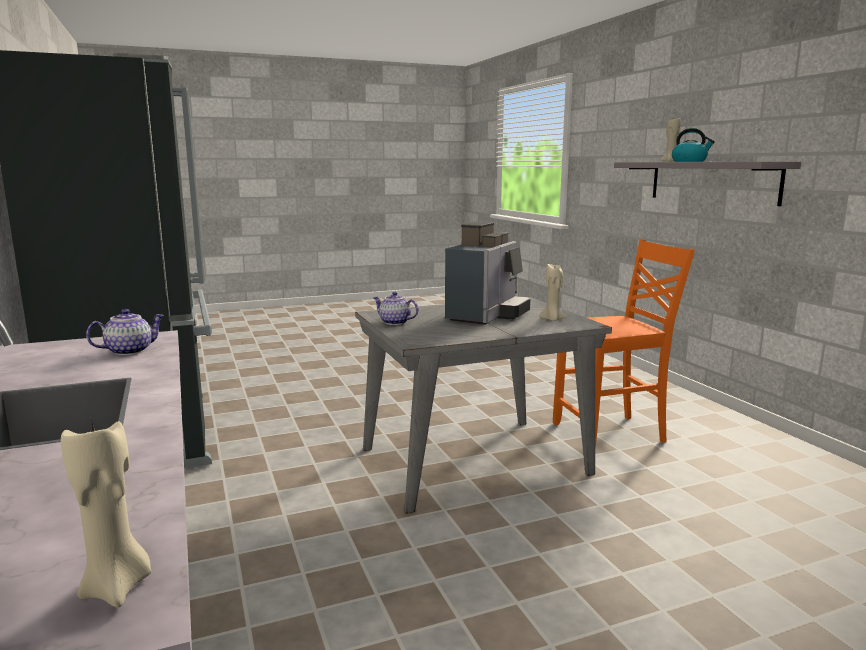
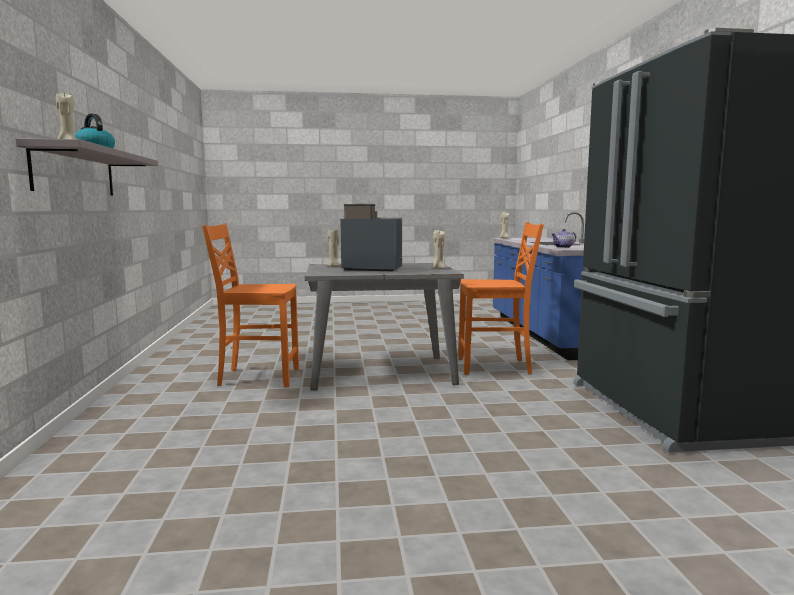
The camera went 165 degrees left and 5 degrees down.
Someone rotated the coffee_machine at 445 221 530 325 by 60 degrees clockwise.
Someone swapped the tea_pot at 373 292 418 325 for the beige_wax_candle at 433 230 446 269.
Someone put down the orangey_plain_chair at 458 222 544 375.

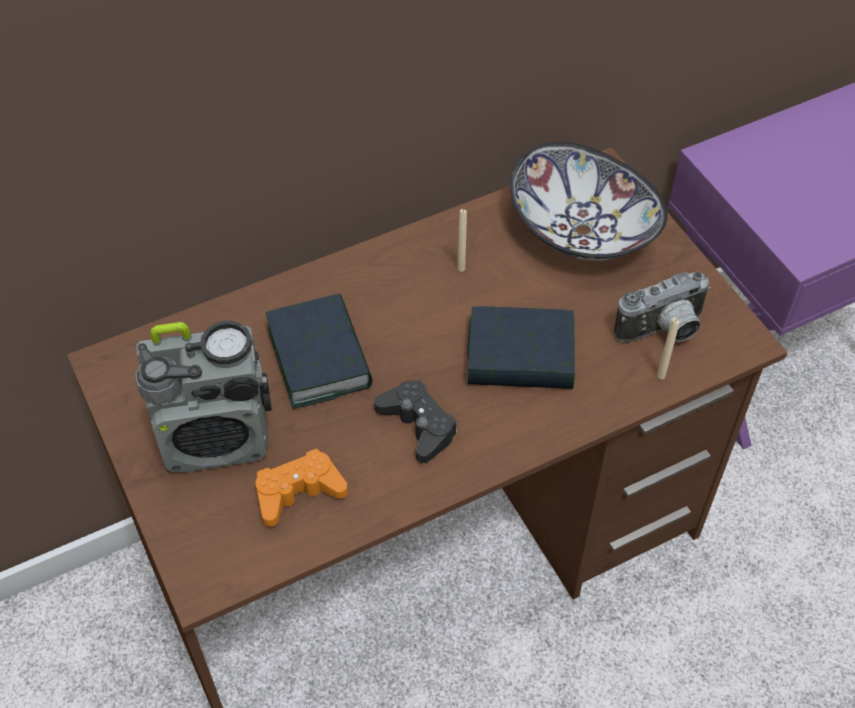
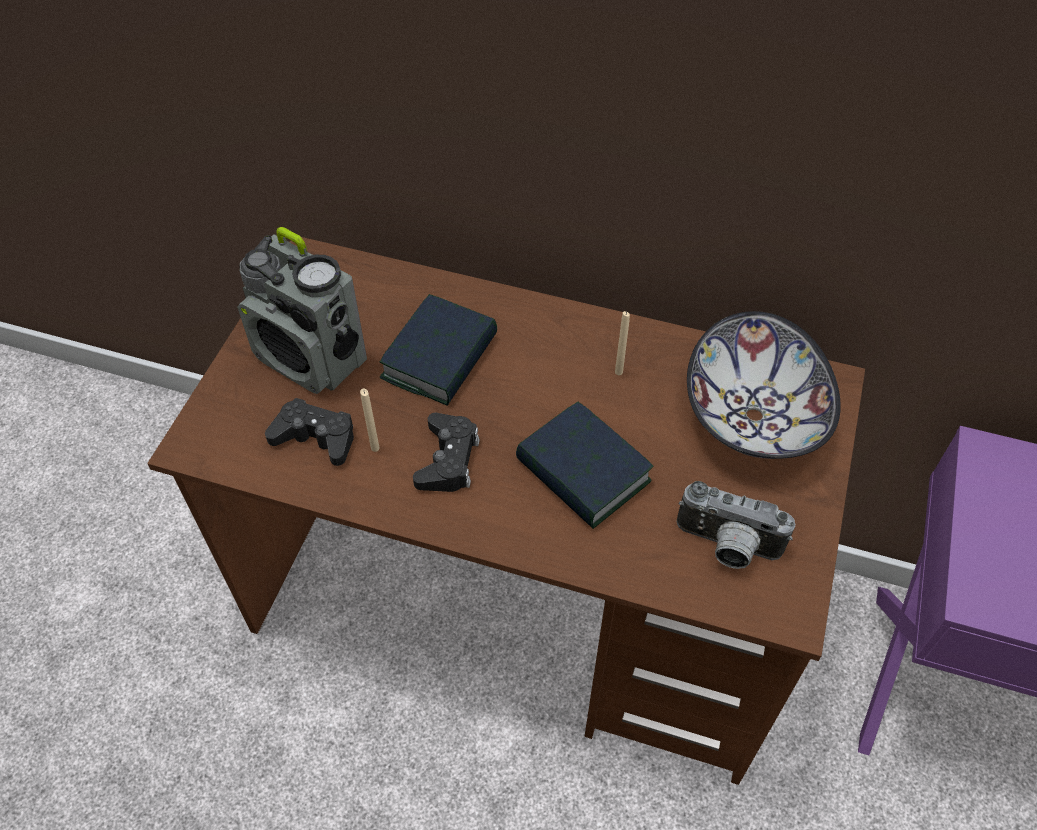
The camera went 45 degrees right and 0 degrees up.
Someone carried the beige_wax_candle from 657 318 679 380 to 360 389 380 452.
Someone repainted the orangey_game_controller at 256 448 348 527, which became the black-coloured_game_controller at 265 398 354 466.

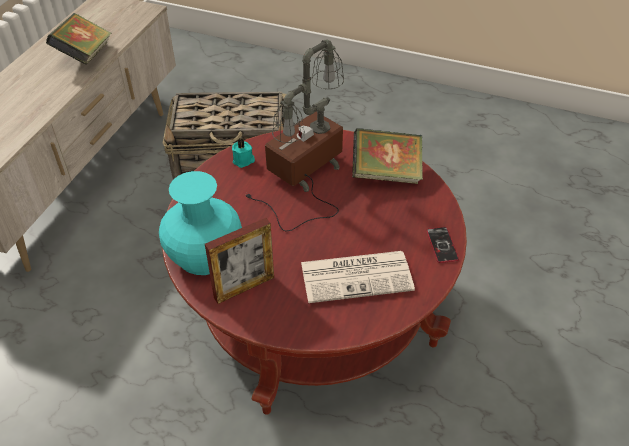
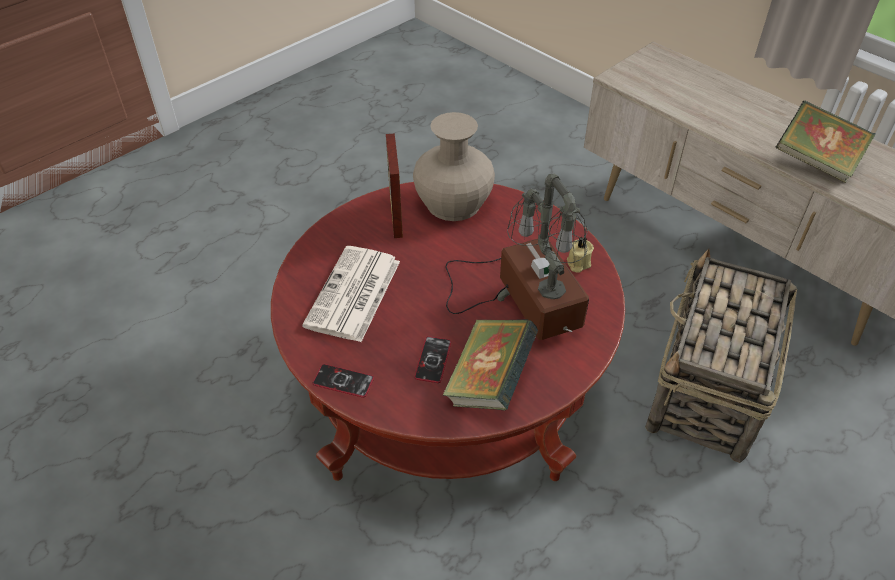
The camera went 115 degrees right and 0 degrees up.
Someone repainted the blue-green_wax_candle at 232 139 255 168, which became the beige_wax_candle at 567 236 594 273.
Someone repainted the blue-green_vase at 159 171 242 275, which became the beige_vase at 413 112 495 221.
Someone put down the handset at 414 336 451 383.

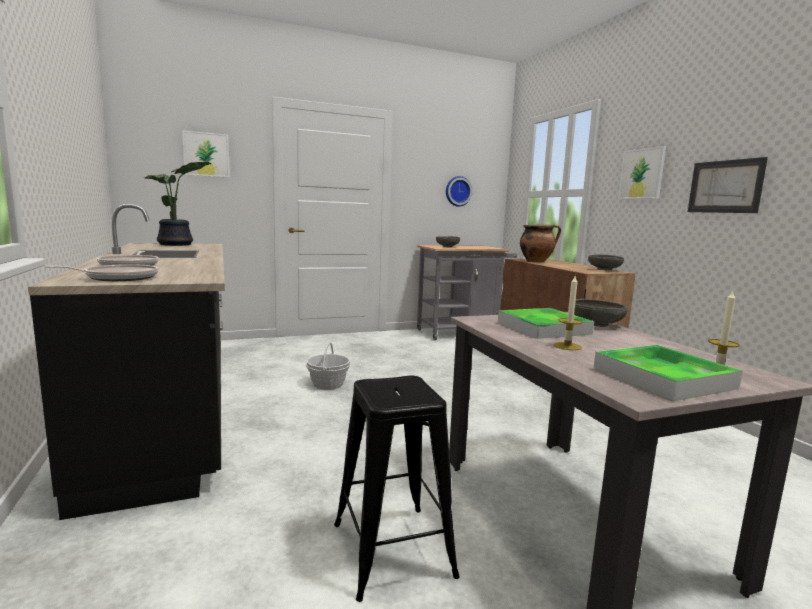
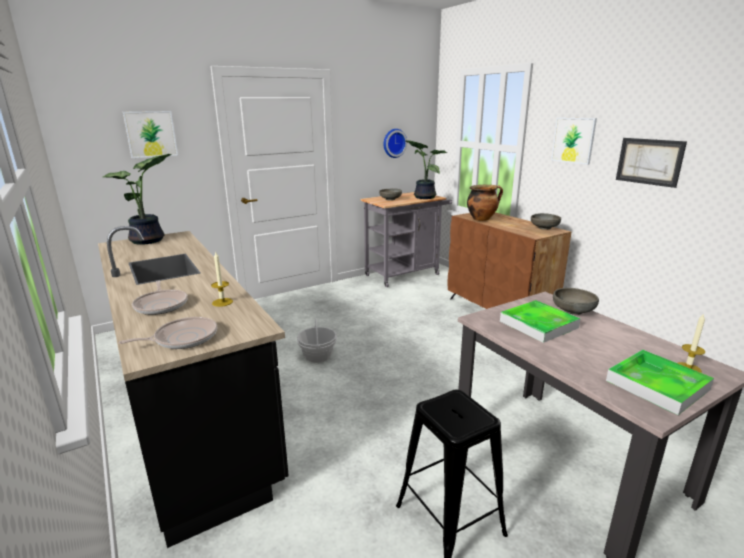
The camera went 10 degrees left and 10 degrees up.
Someone carried the wax_candle from 554 276 583 350 to 211 251 233 307.
Someone put down the houseplant at 406 140 447 199.

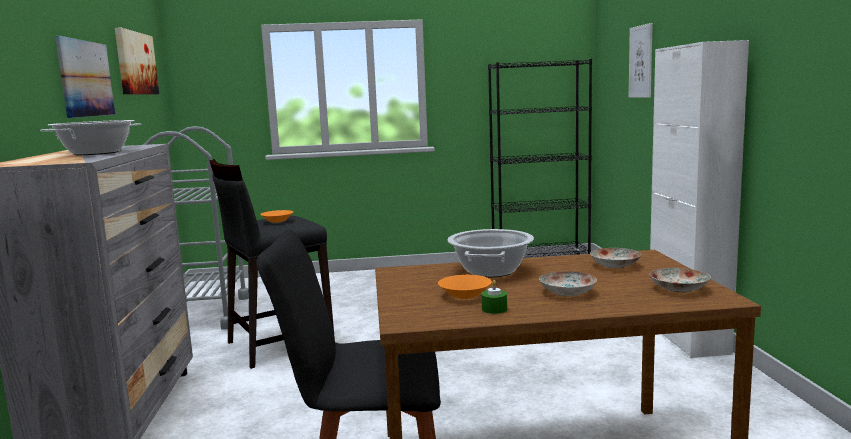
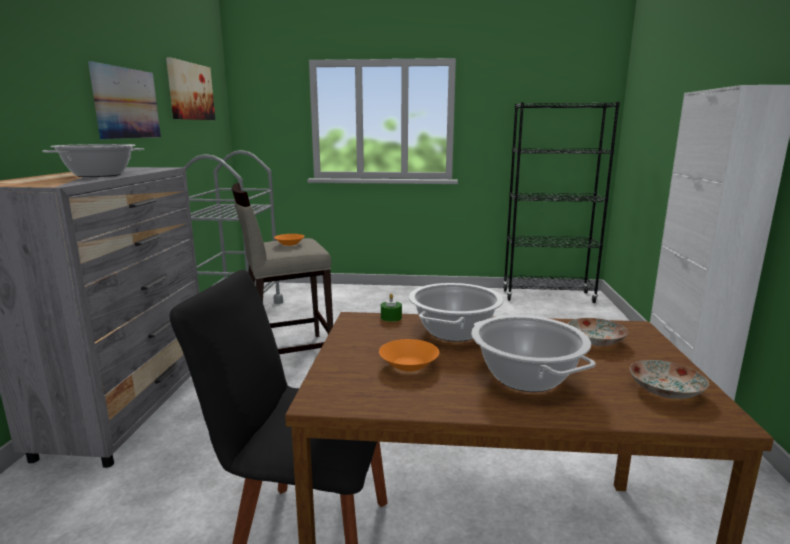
The camera went 10 degrees right and 5 degrees up.
Someone took away the wall_art at 629 23 653 98.
Someone repainted the black-coloured_stool at 210 159 335 369, which became the beige_stool at 232 183 333 354.
Someone swapped the plate at 539 271 597 296 for the saucepot at 471 315 596 392.
Someone carried the green-coloured_wax_candle from 481 280 507 314 to 381 294 402 322.

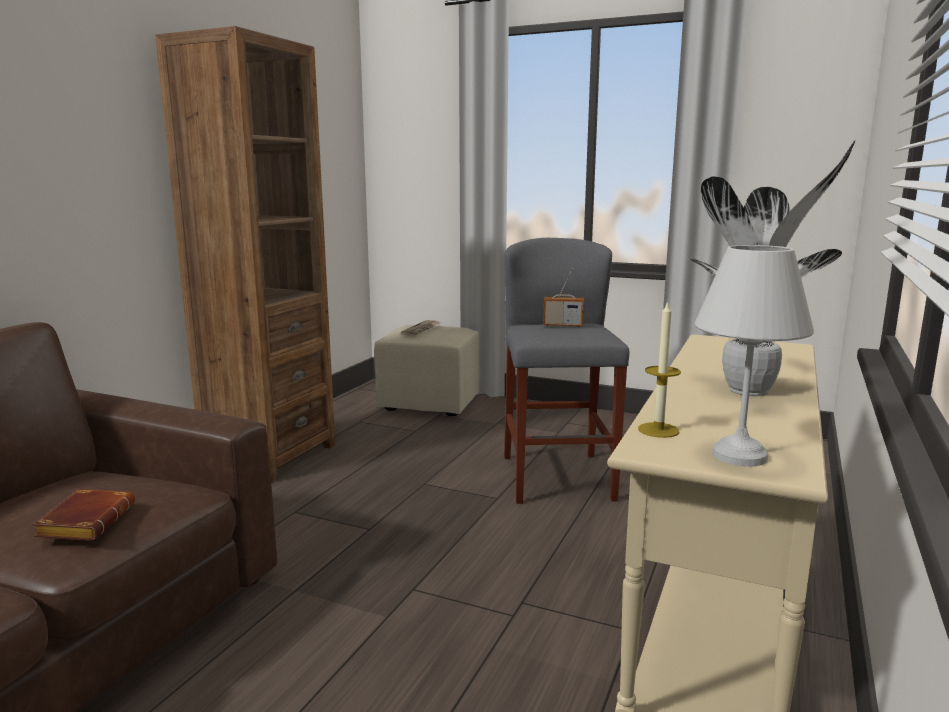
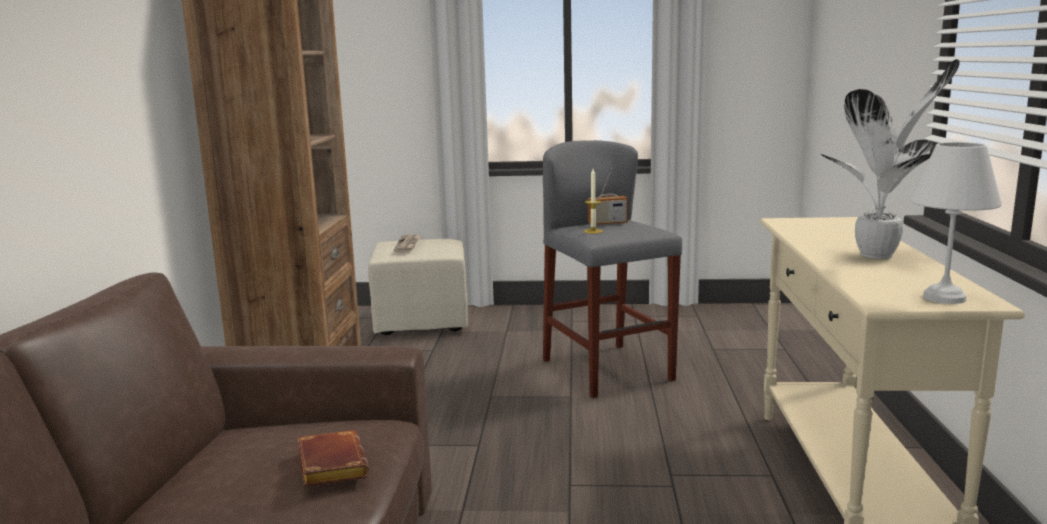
The camera went 20 degrees left and 0 degrees up.
Someone carried the wax_candle from 638 300 681 438 to 583 169 603 234.

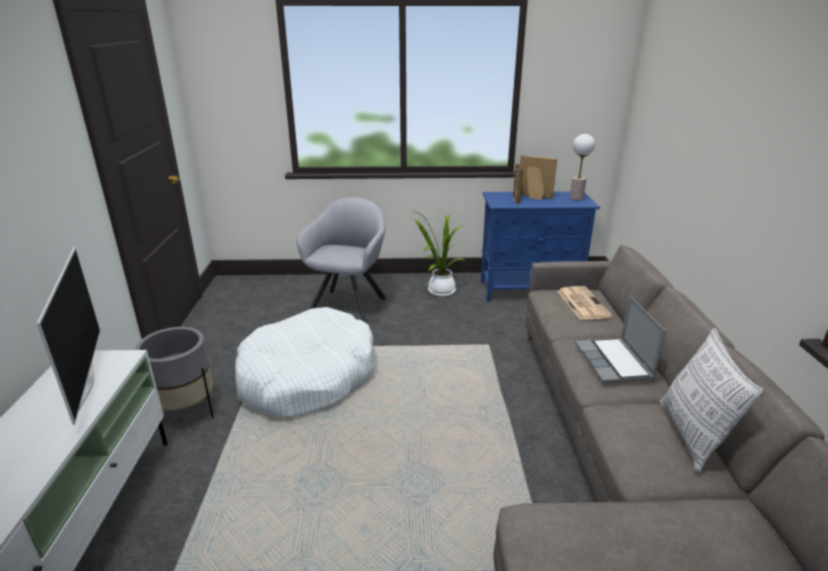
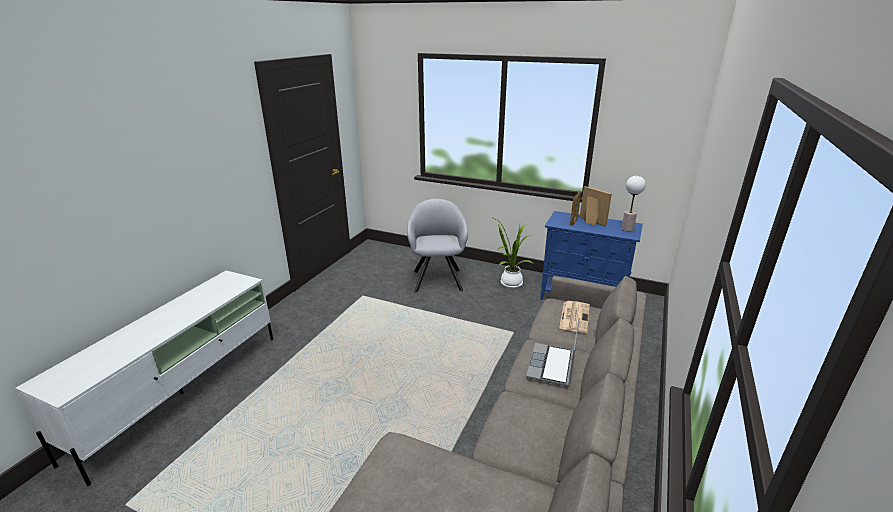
The camera went 25 degrees right and 0 degrees up.
Someone rotated the greyish_armchair at 297 197 387 323 by 45 degrees counterclockwise.
Someone took away the TV at 37 247 100 425.
Someone took away the whitish_pet_bed at 235 307 375 418.
Someone took away the greyish_flower_pot at 135 327 214 418.
Someone took away the cushion at 660 328 764 473.

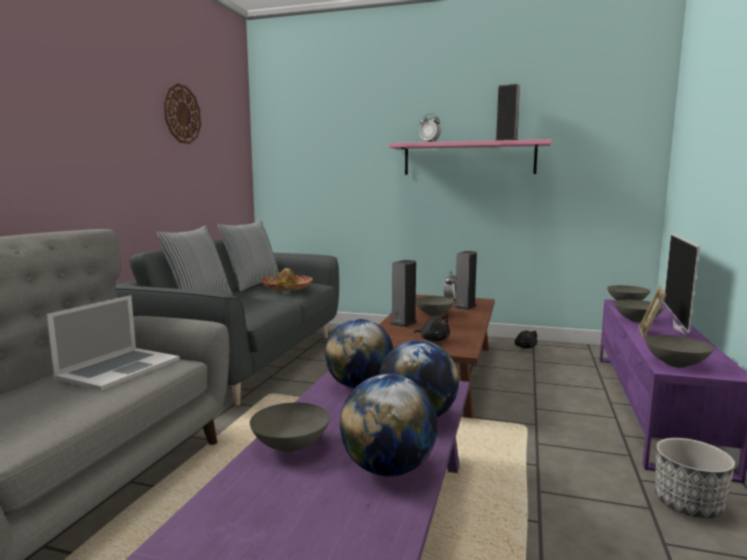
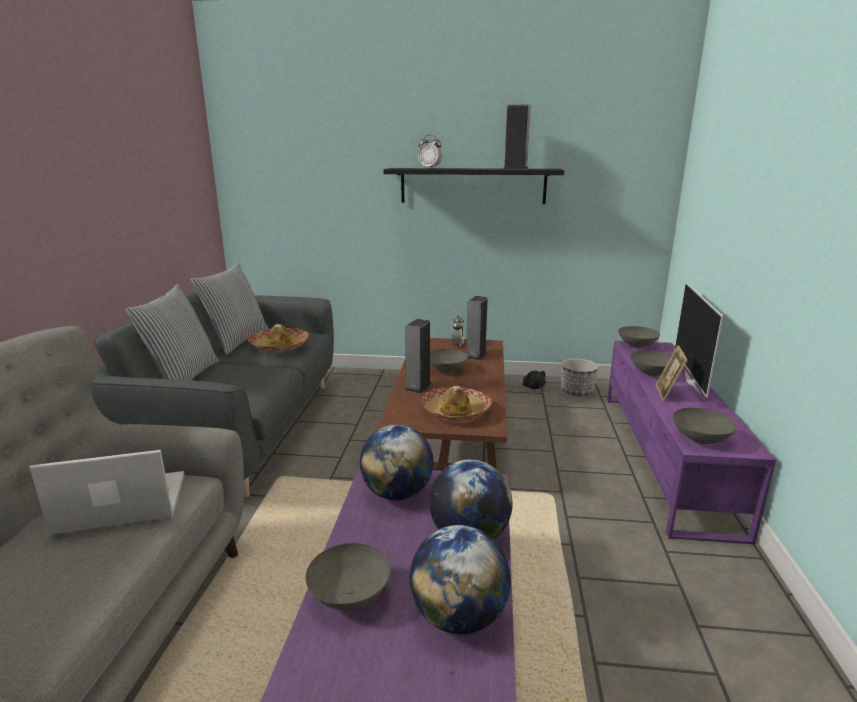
The camera went 10 degrees left and 10 degrees up.
Someone took away the hanging_clock at 164 83 201 144.
Someone repainted the pink-coloured_shelf at 389 139 551 175, which became the black-coloured_shelf at 383 168 564 204.
Someone rotated the portable_computer at 46 295 180 390 by 120 degrees counterclockwise.
Someone swapped the black-coloured_plush_toy at 414 315 450 341 for the wearable_hat at 421 386 492 421.
Someone carried the flower_pot from 655 438 735 518 to 561 358 598 396.

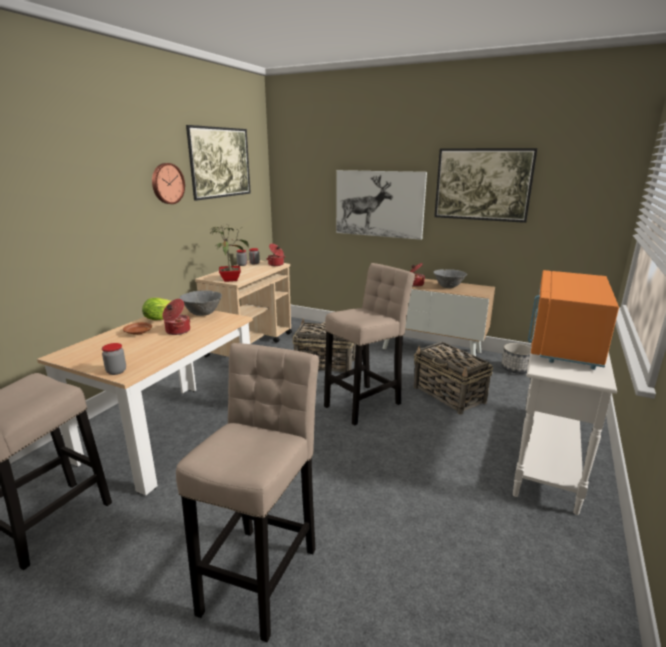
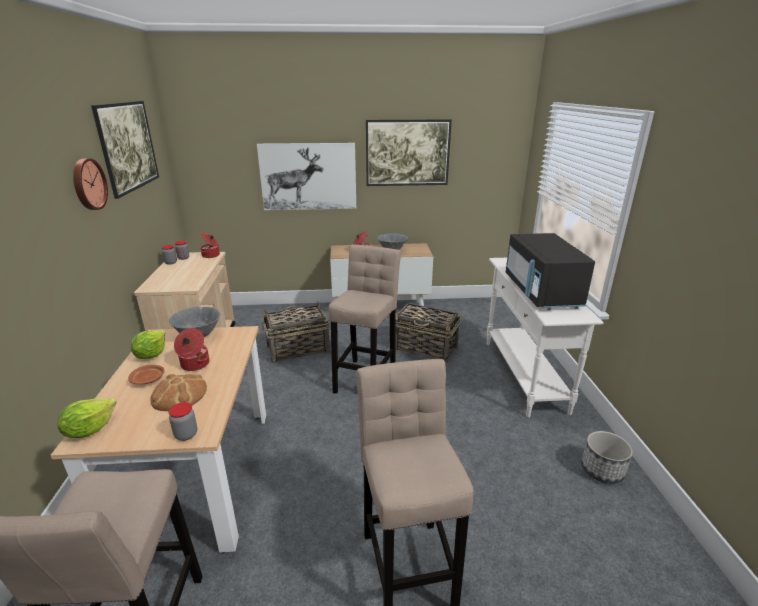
The camera went 30 degrees left and 5 degrees up.
Someone took away the houseplant at 210 223 249 282.
Someone repainted the orangey_microwave at 528 270 619 370, which became the black-coloured_microwave at 506 233 595 310.
Someone carried the flower_pot from 501 343 531 374 to 581 431 633 484.
Someone put down the bread at 150 374 207 411.
Someone put down the head_of_lettuce at 57 398 117 438.

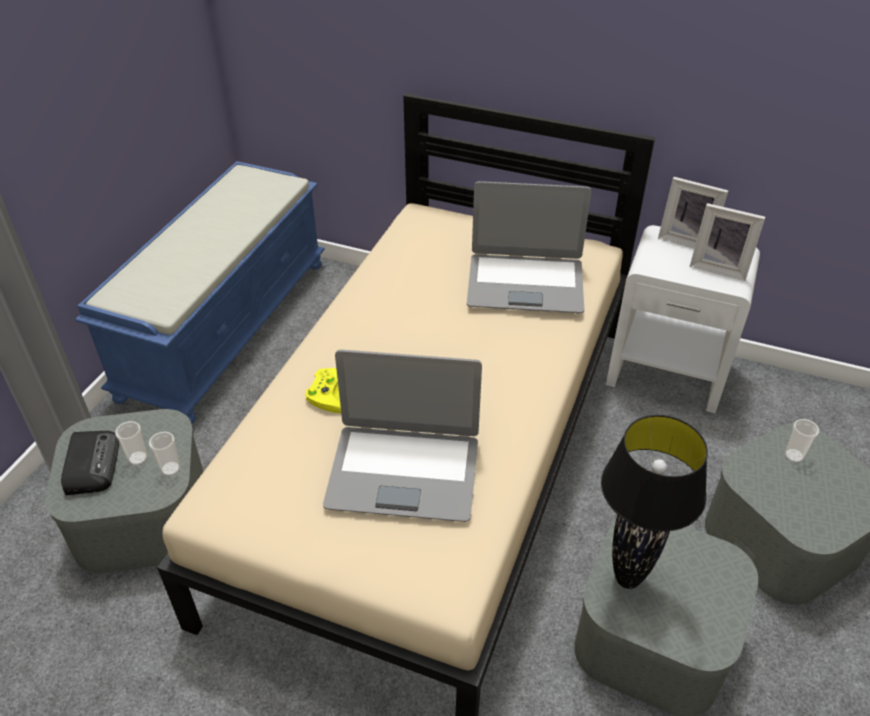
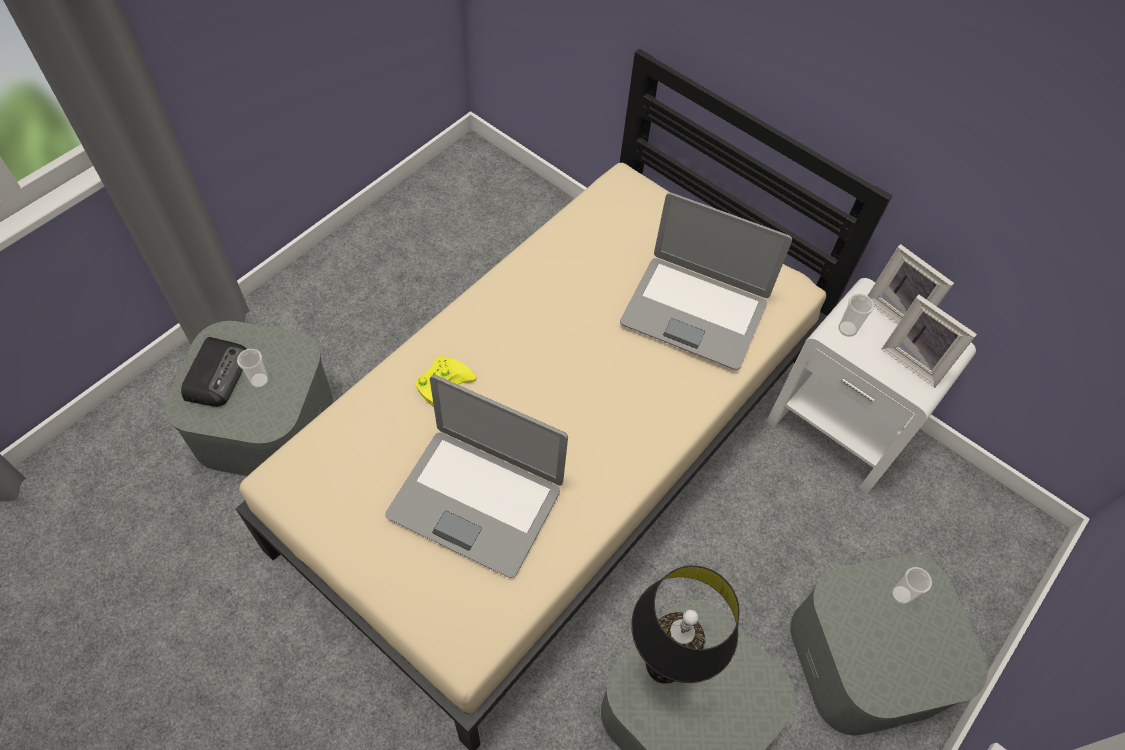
The camera went 15 degrees right and 15 degrees up.
Someone took away the blue_indoor_bench at 75 161 325 424.
Someone carried the drinking_cup from 149 432 180 476 to 838 294 874 337.

